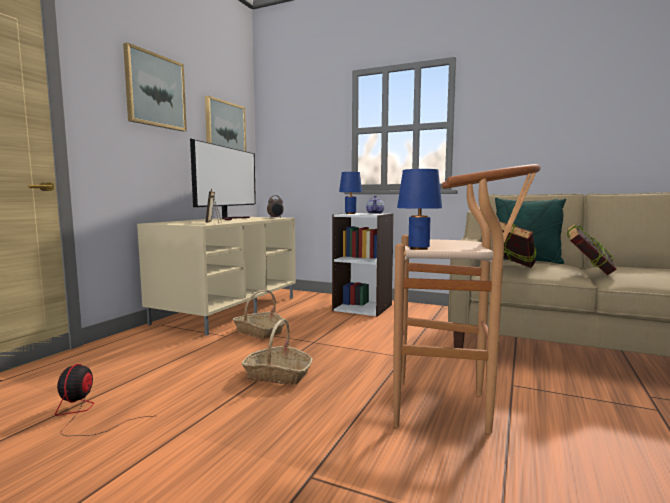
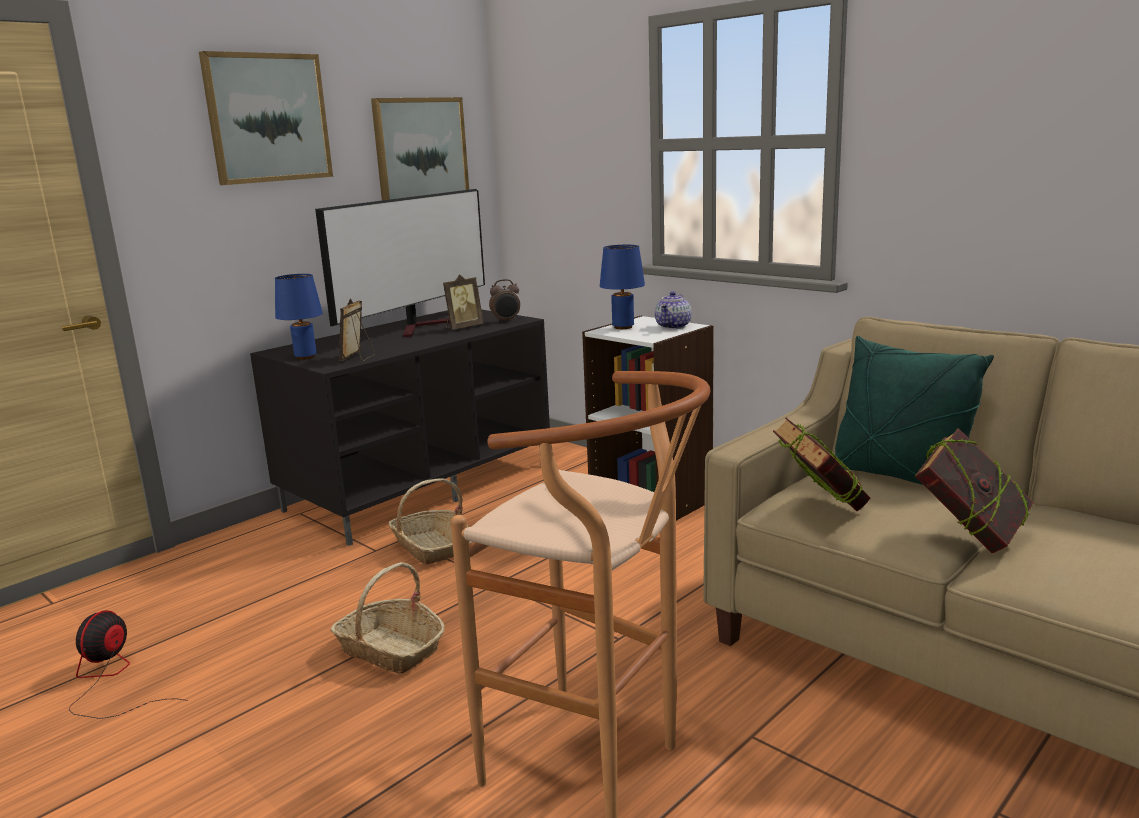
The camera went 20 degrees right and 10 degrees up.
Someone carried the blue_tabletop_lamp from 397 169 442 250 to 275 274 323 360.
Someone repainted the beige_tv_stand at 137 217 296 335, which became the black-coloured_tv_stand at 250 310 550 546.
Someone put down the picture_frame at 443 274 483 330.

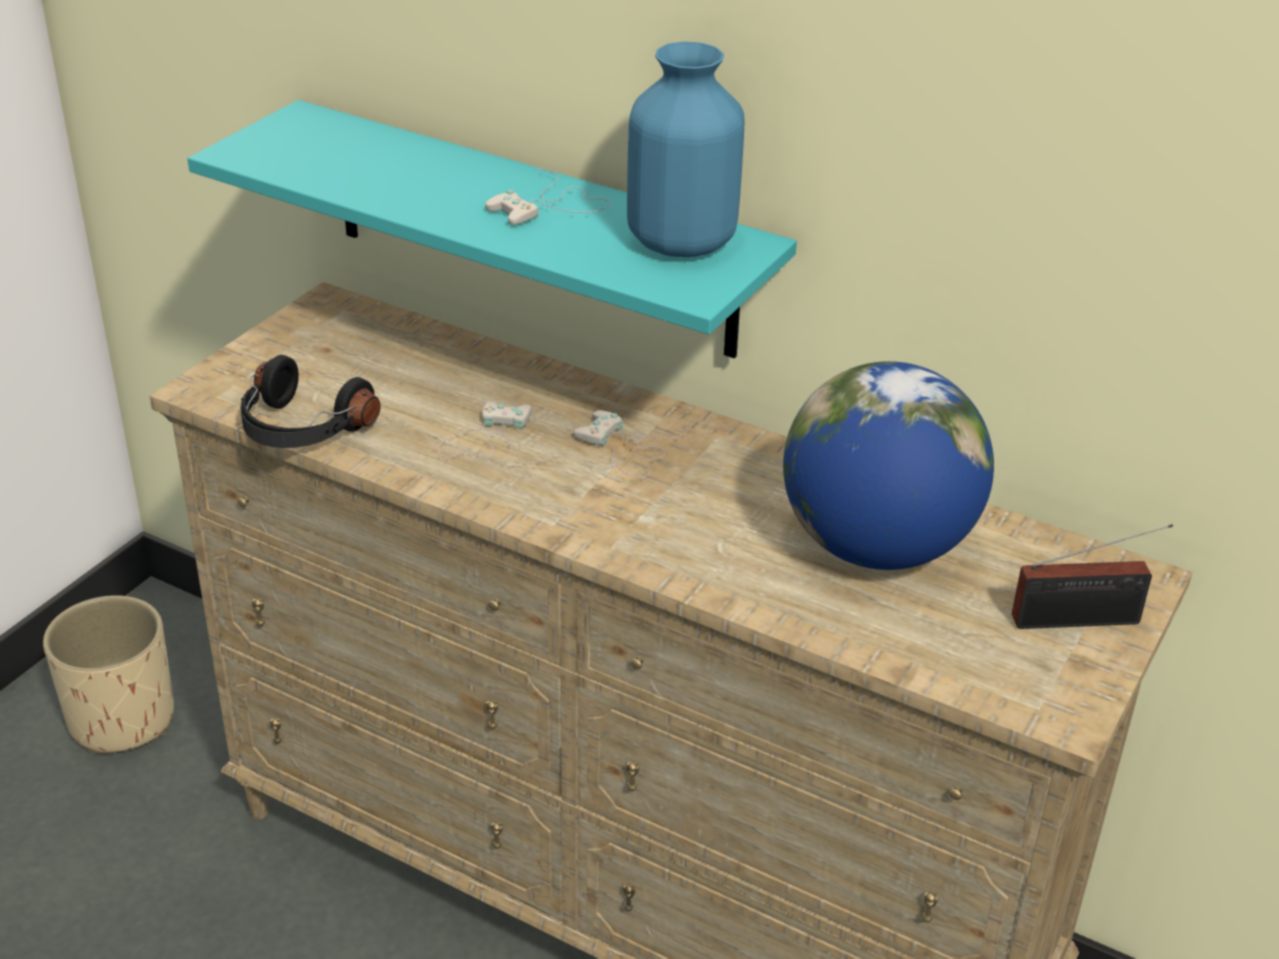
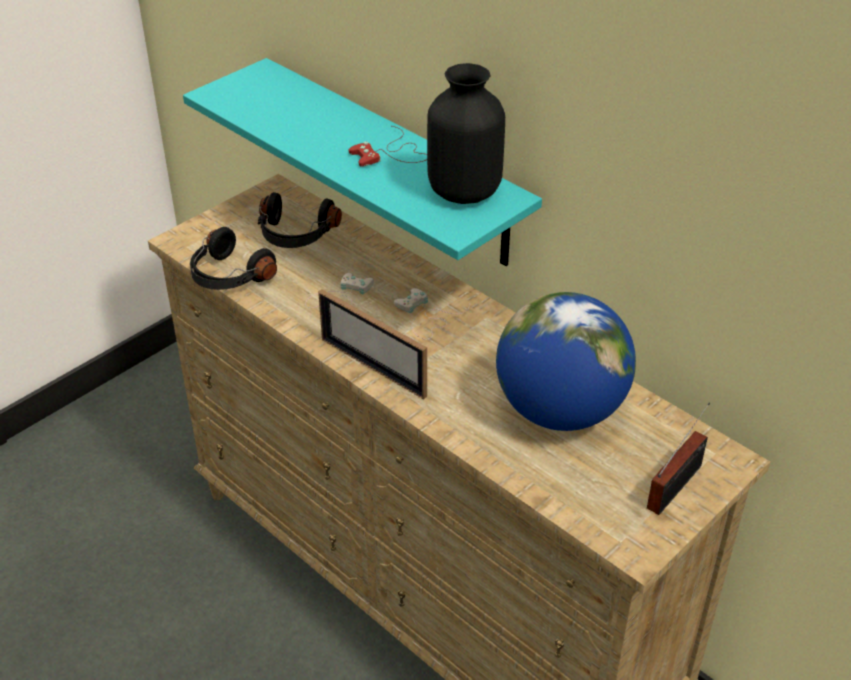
The camera went 15 degrees right and 5 degrees up.
Someone repainted the blue_vase at 627 41 745 258, which became the black-coloured_vase at 427 63 505 204.
Someone repainted the whitish_game_controller at 485 168 611 226, which became the red_game_controller at 348 126 427 167.
Someone rotated the radio at 1012 524 1173 629 by 60 degrees counterclockwise.
Someone took away the beige_flower_pot at 43 595 174 754.
Someone put down the black-coloured_pair_of_headphones at 258 192 342 248.
Someone put down the picture_frame at 318 289 427 399.

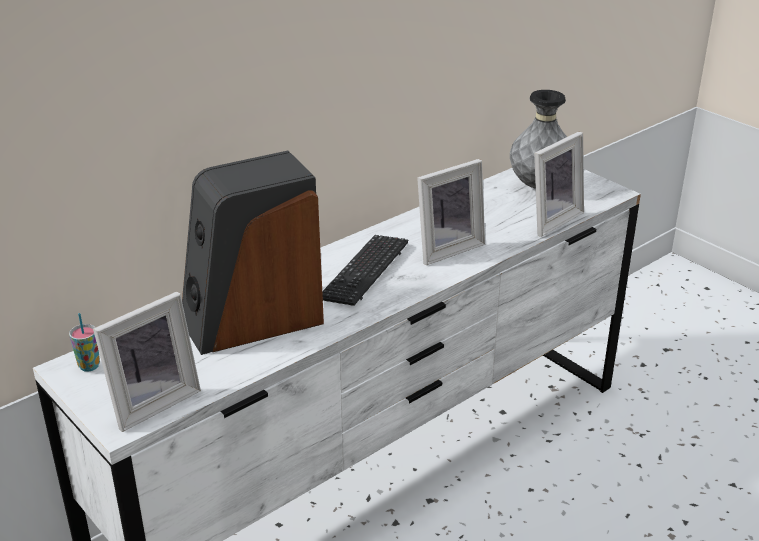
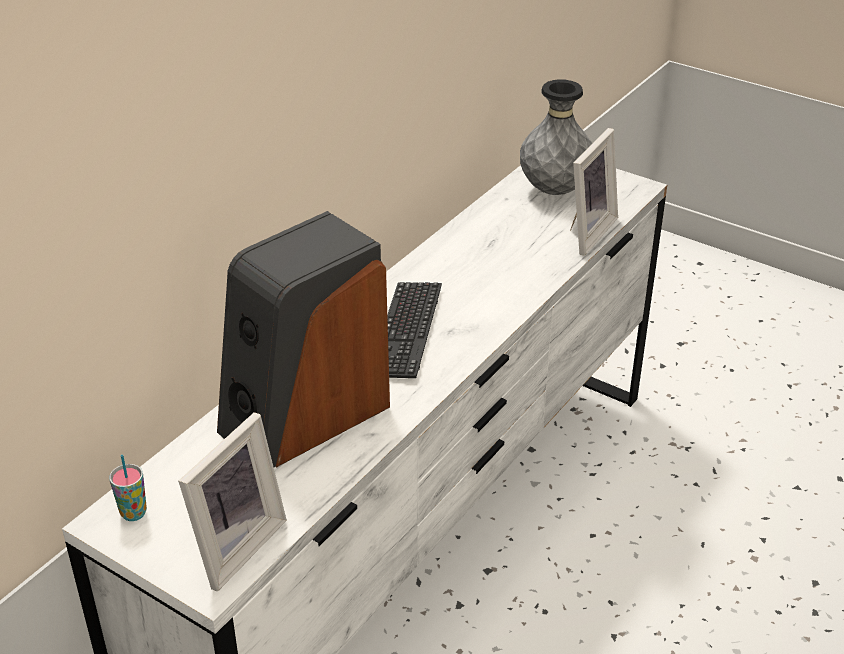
The camera went 15 degrees left and 5 degrees up.
Someone took away the picture_frame at 417 159 485 265.

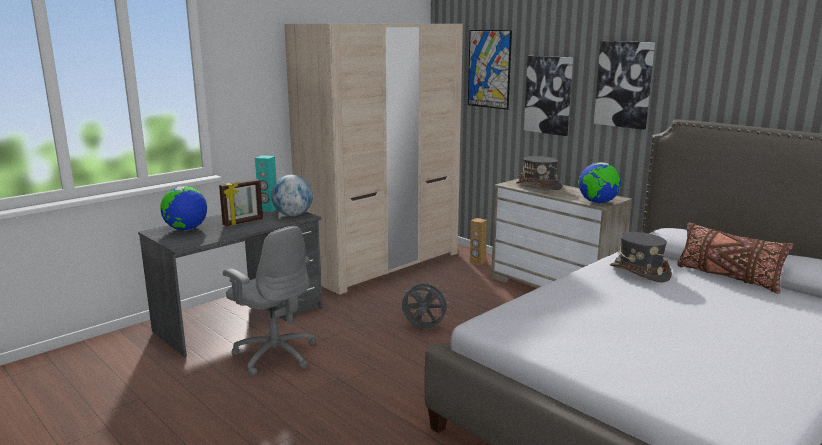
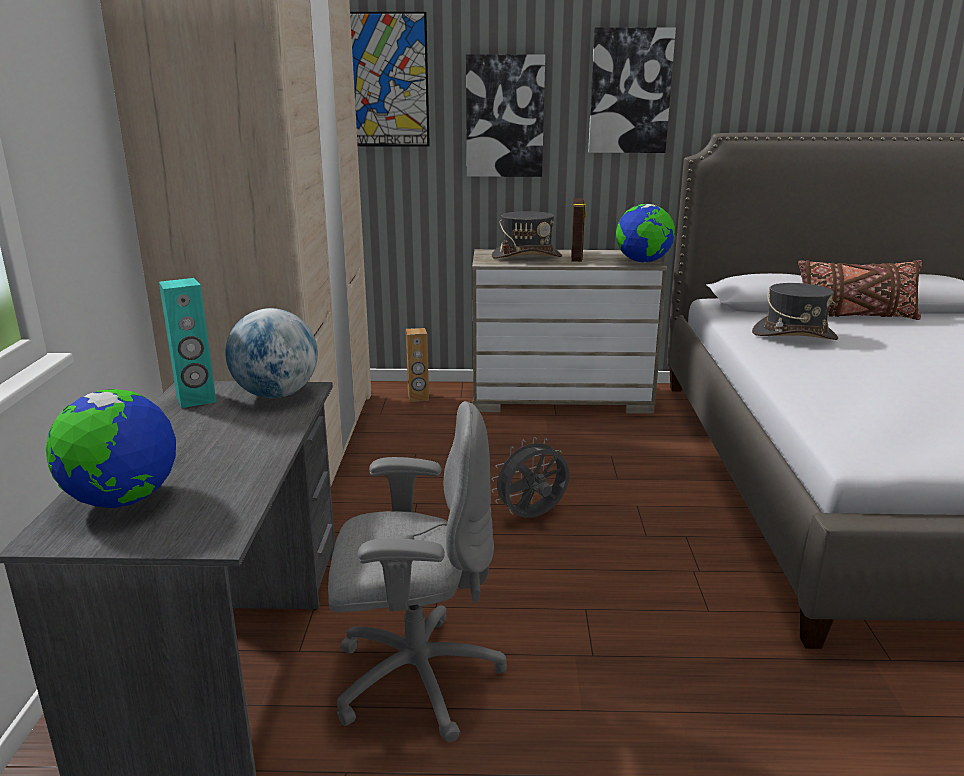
The camera went 45 degrees left and 5 degrees up.
Someone carried the picture_frame from 219 179 263 226 to 571 198 586 262.

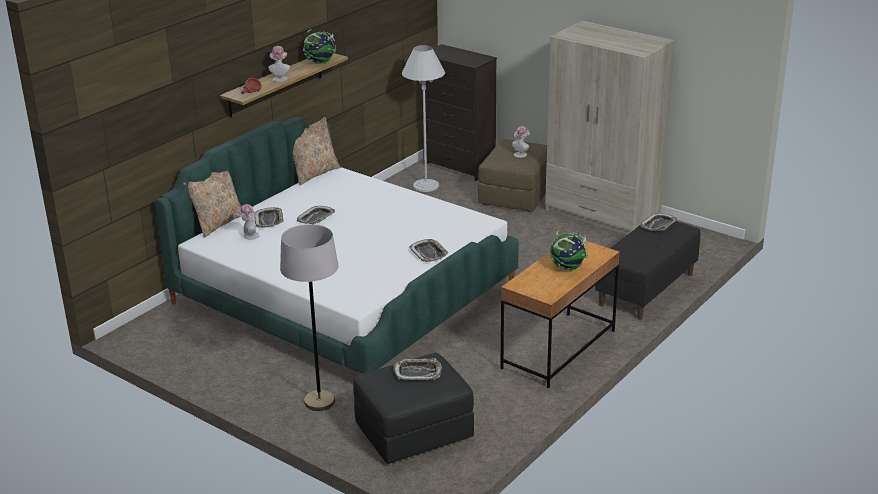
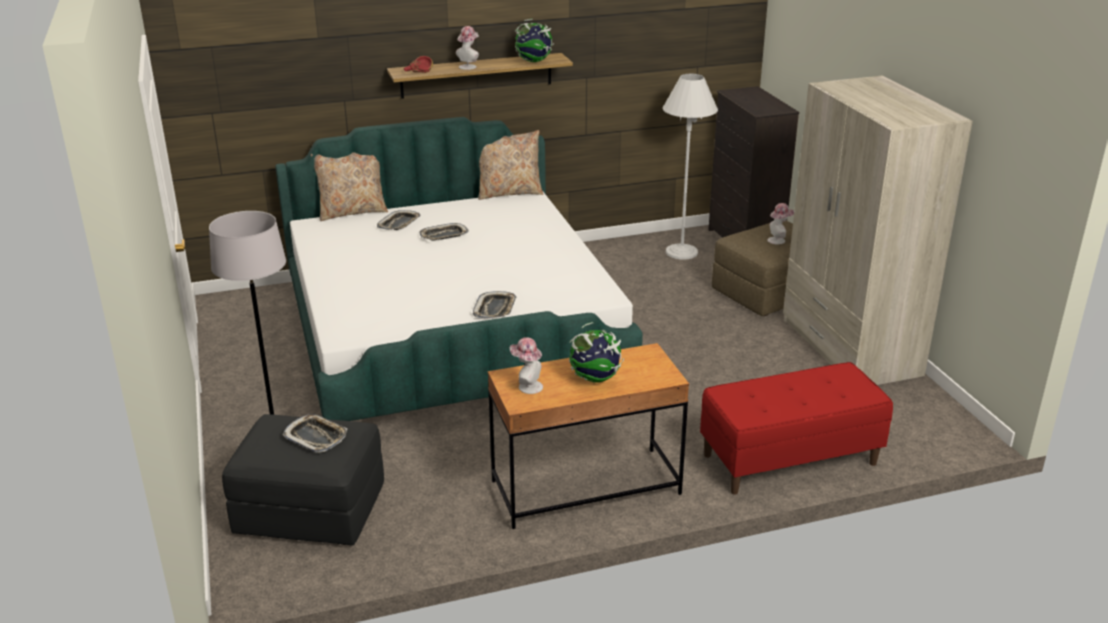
The camera went 35 degrees right and 0 degrees up.
Someone carried the wearable_hat from 236 204 260 240 to 510 337 543 394.
Someone took away the serving_tray at 640 213 677 231.
Someone repainted the black-coloured_indoor_bench at 595 221 700 320, which became the red_indoor_bench at 700 362 893 495.

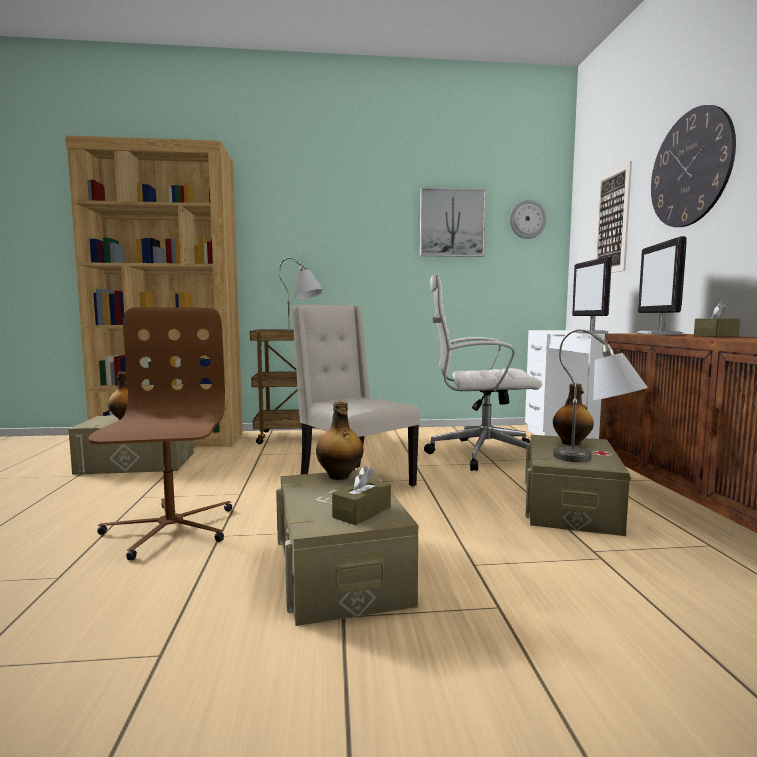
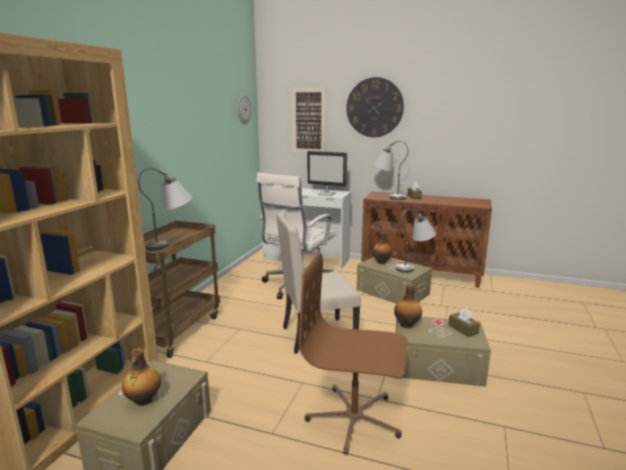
The camera went 65 degrees left and 10 degrees up.
Someone took away the wall_art at 420 187 486 257.
Someone swapped the computer_screen at 638 236 687 335 for the greyish_tabletop_lamp at 372 141 408 200.

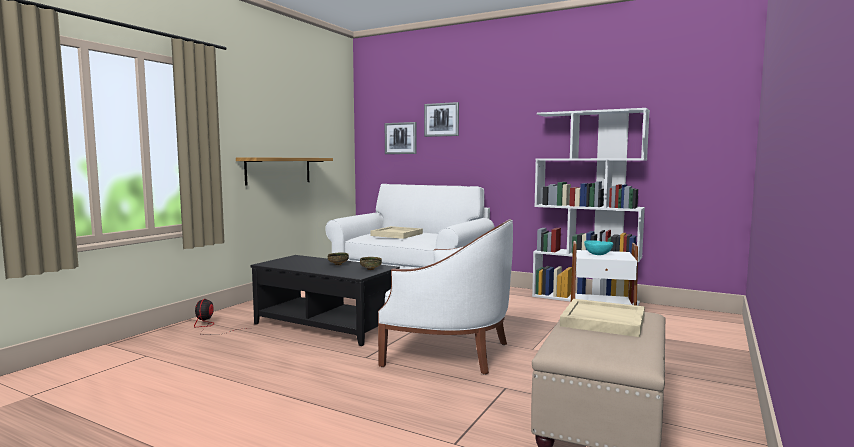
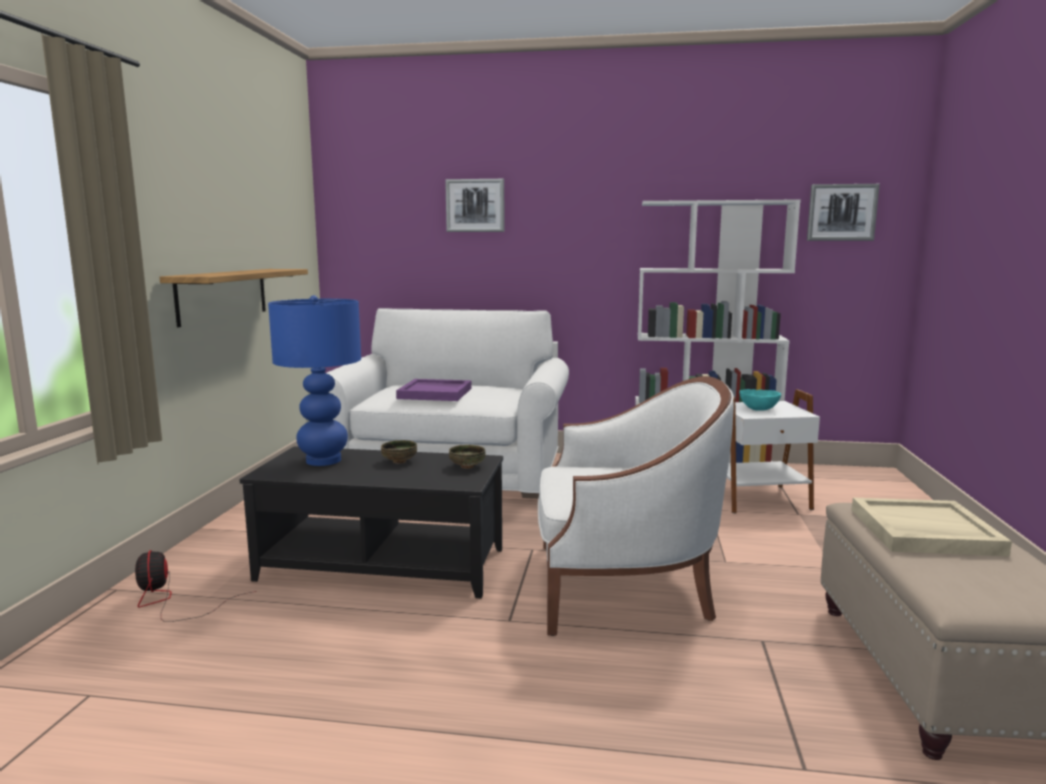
The camera went 20 degrees left and 5 degrees up.
Someone carried the wall_art from 385 122 417 154 to 807 184 880 241.
Someone repainted the beige_serving_tray at 370 226 423 239, which became the purplish_serving_tray at 396 379 472 401.
Someone put down the blue_tabletop_lamp at 268 295 361 466.

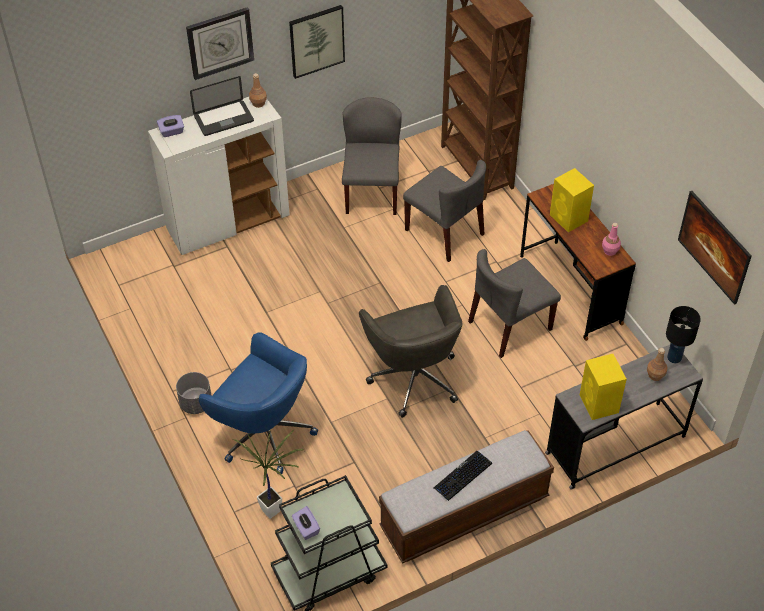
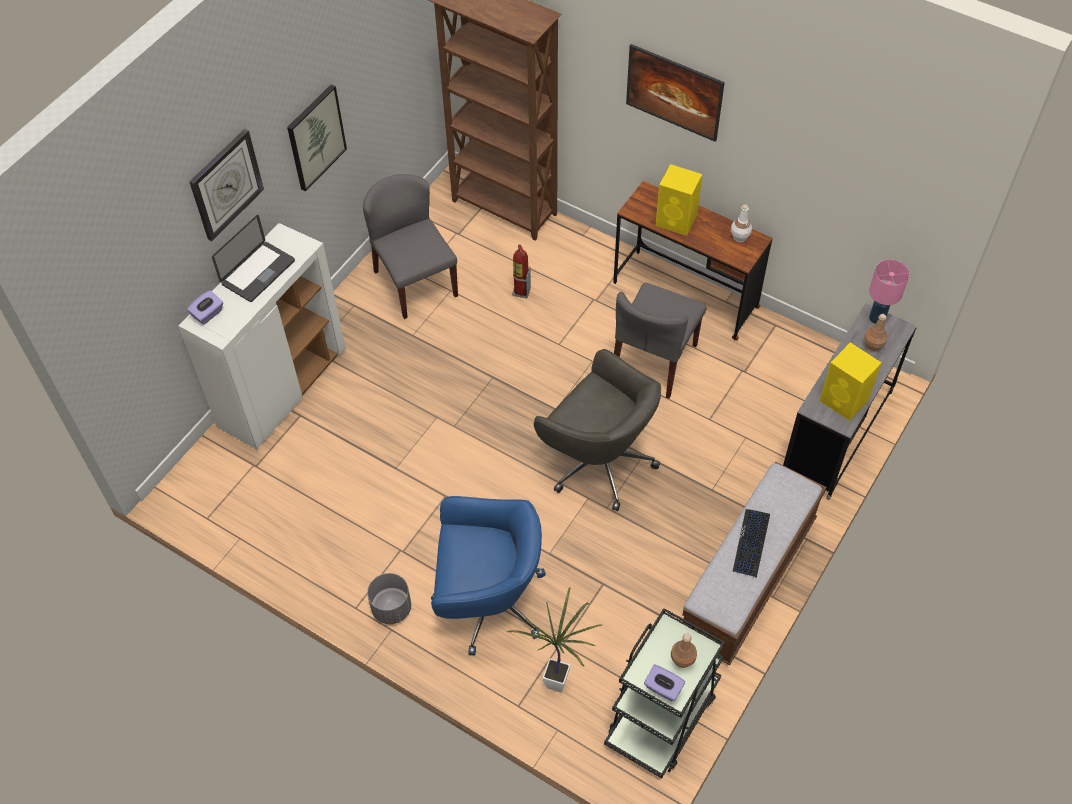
The camera went 30 degrees left and 5 degrees up.
Someone carried the brownish_beverage_bottle from 249 73 267 108 to 671 633 697 668.
Someone swapped the greyish_plain_chair at 403 160 486 262 for the extinguisher at 512 245 531 298.
Someone carried the wall_art from 678 191 752 305 to 626 44 725 142.
Someone repainted the pink-coloured_beverage_bottle at 602 223 621 256, which became the whitish_beverage_bottle at 731 204 752 242.
Someone repainted the black-coloured_tabletop_lamp at 666 306 701 363, which became the pink-coloured_tabletop_lamp at 869 259 909 324.

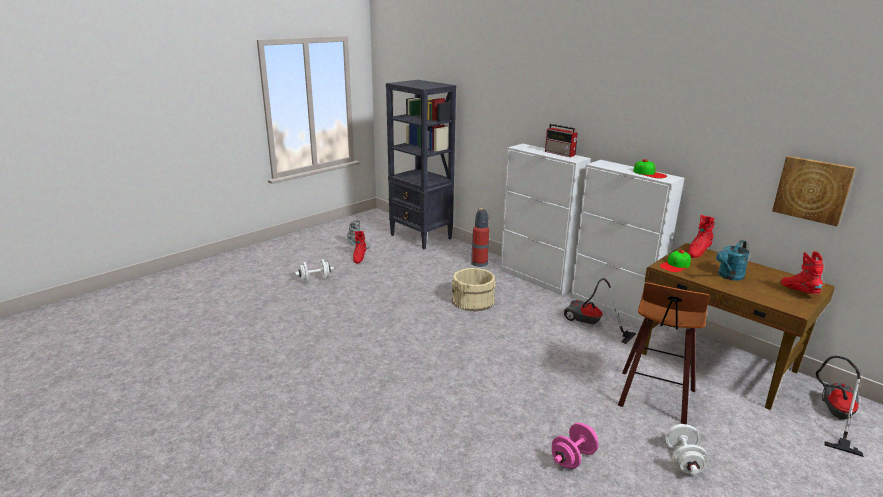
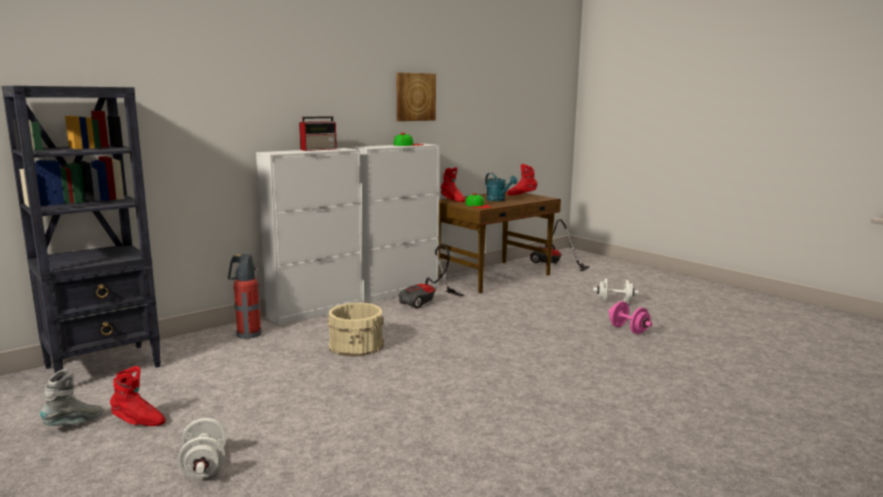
The camera went 85 degrees left and 10 degrees down.
Someone carried the wall_art from 772 156 856 226 to 397 73 436 121.
Someone took away the stool at 618 282 710 424.

